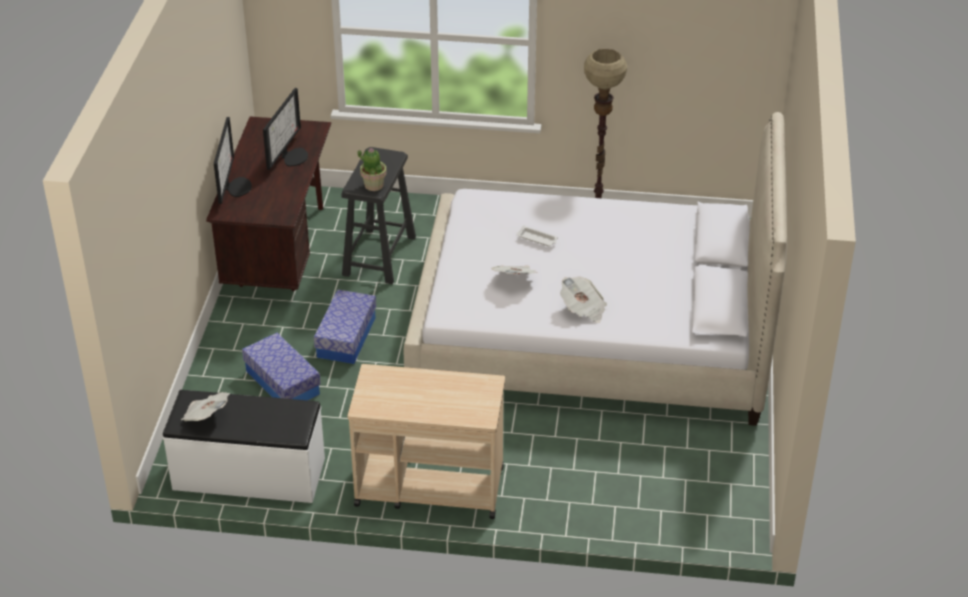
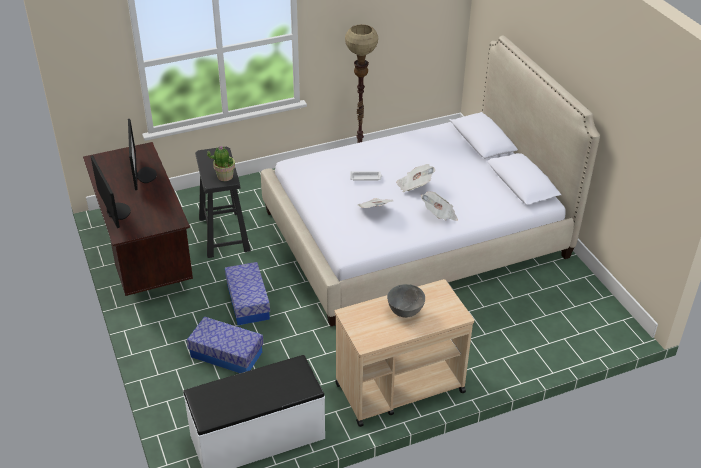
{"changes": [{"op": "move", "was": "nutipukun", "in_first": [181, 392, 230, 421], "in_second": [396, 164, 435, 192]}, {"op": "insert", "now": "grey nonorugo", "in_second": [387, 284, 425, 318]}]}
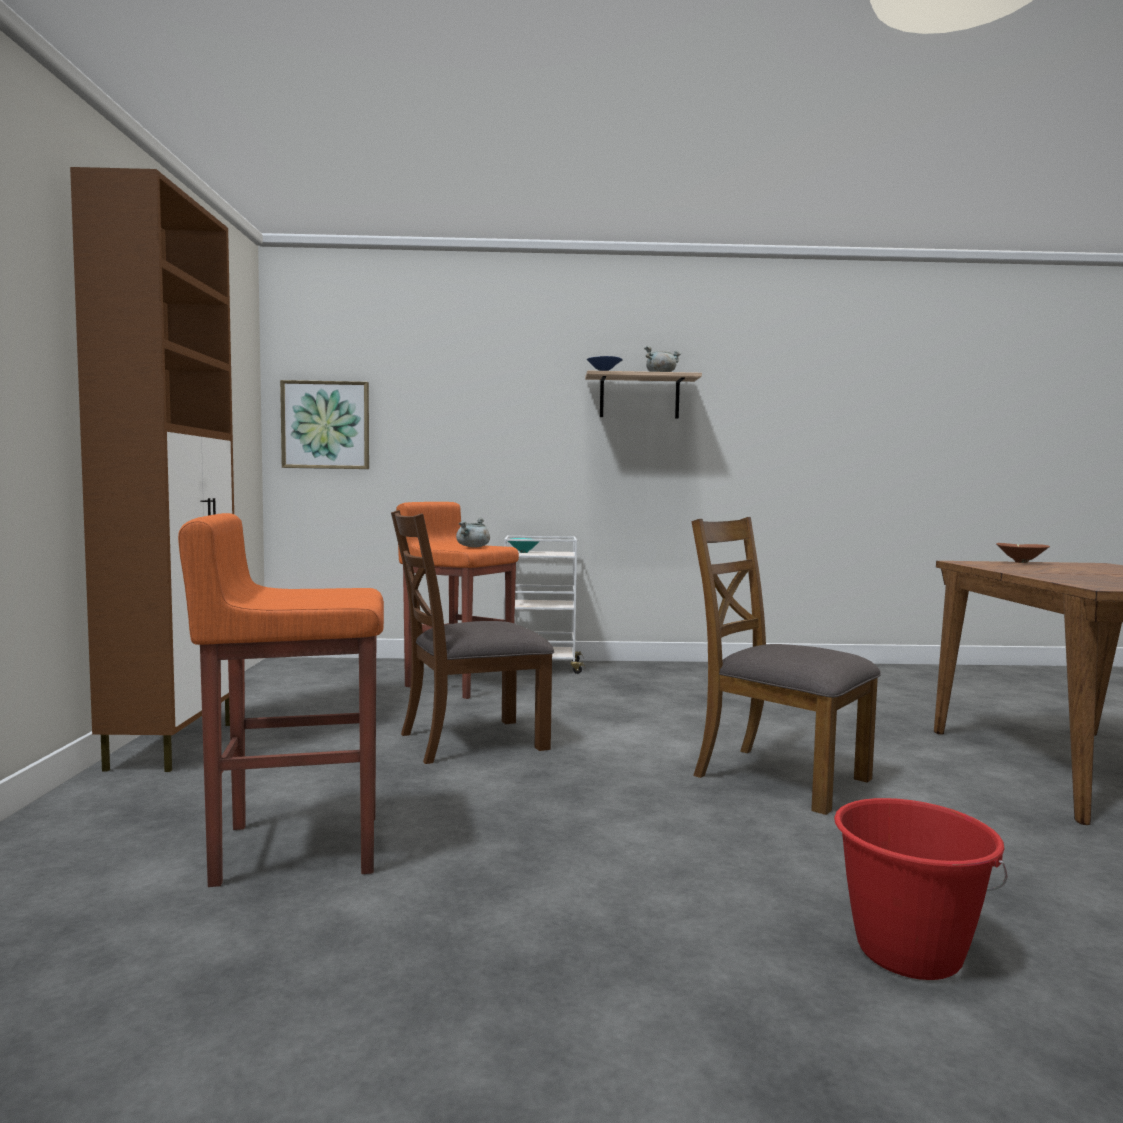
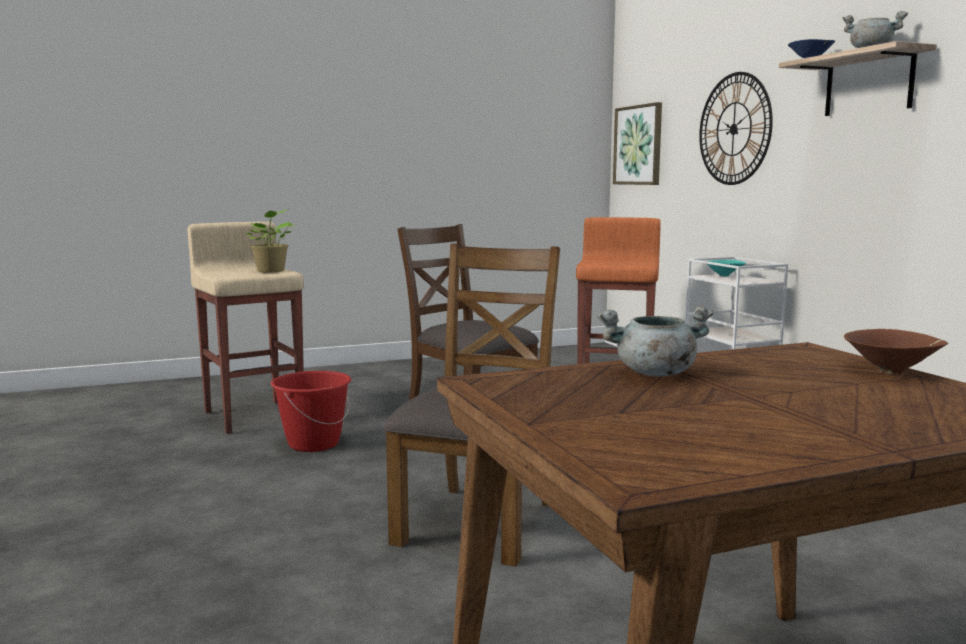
{"changes": [{"op": "delete", "was": "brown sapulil", "in_first": [70, 167, 234, 772]}, {"op": "recolor", "was": "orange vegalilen", "now": "beige vegalilen", "in_first": [178, 513, 384, 887], "in_second": [187, 222, 304, 434]}, {"op": "move", "was": "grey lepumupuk", "in_first": [456, 517, 490, 547], "in_second": [597, 306, 714, 377]}, {"op": "move", "was": "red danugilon", "in_first": [834, 798, 1008, 980], "in_second": [271, 371, 351, 452]}, {"op": "insert", "now": "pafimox", "in_second": [244, 209, 295, 272]}, {"op": "insert", "now": "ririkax", "in_second": [699, 72, 773, 185]}]}
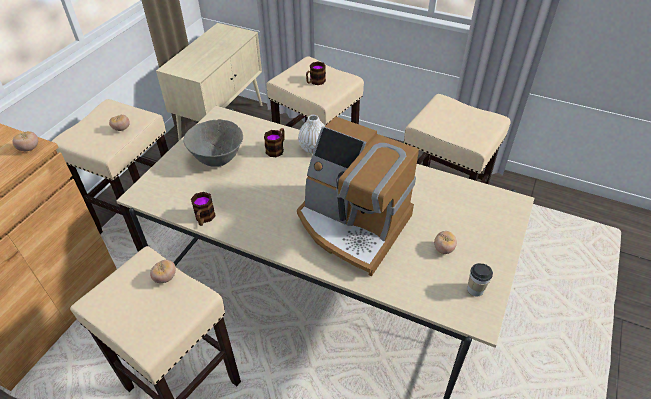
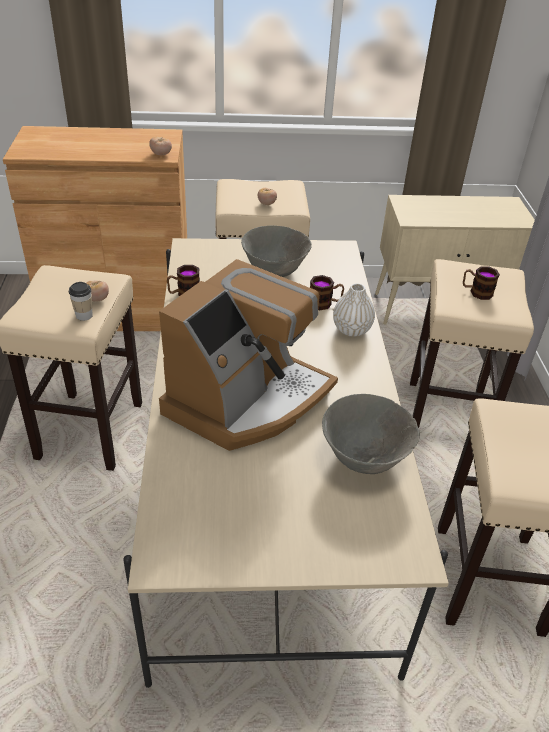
{"changes": [{"op": "rotate", "was": "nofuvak", "in_first": [297, 116, 419, 276], "in_second": [159, 259, 338, 451], "clockwise": -150}, {"op": "delete", "was": "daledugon", "in_first": [434, 231, 457, 254]}, {"op": "move", "was": "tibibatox", "in_first": [467, 263, 493, 296], "in_second": [69, 282, 93, 321]}, {"op": "insert", "now": "grey nonorugo", "in_second": [322, 394, 420, 474]}]}
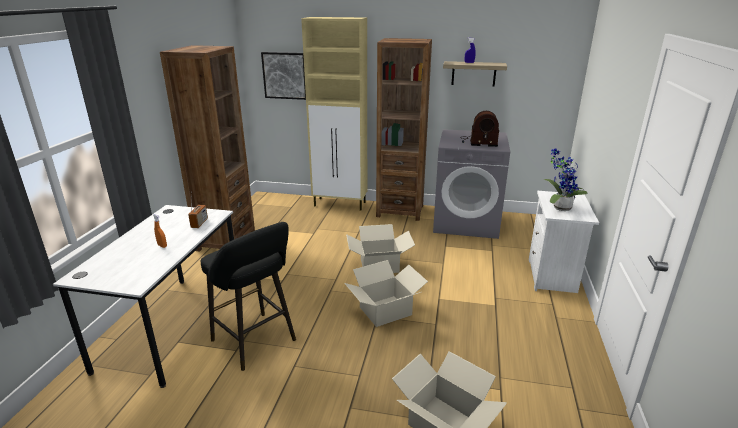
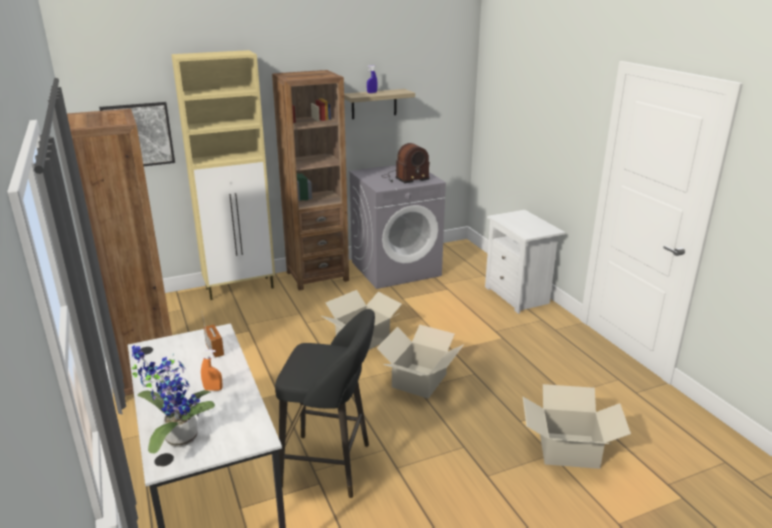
{"changes": [{"op": "move", "was": "pafimox", "in_first": [544, 149, 588, 211], "in_second": [132, 345, 215, 454]}]}
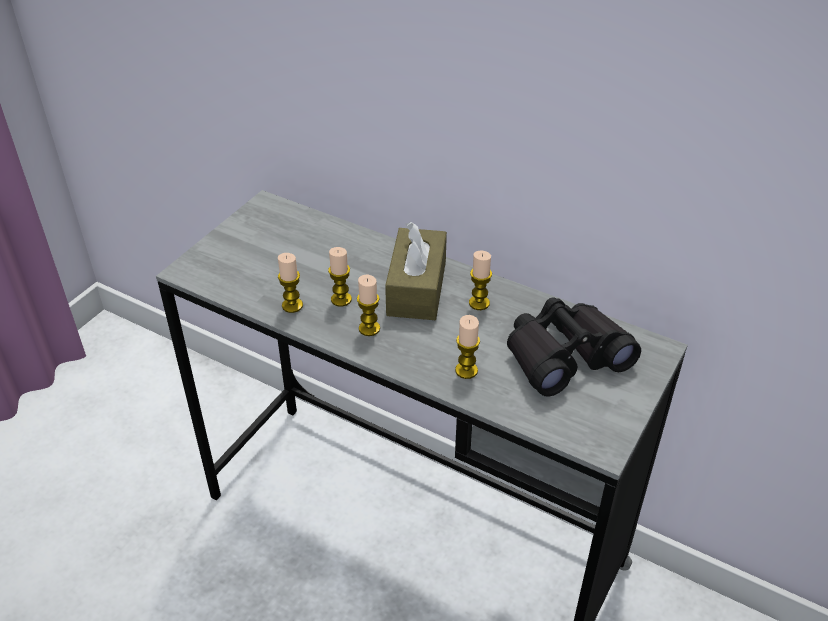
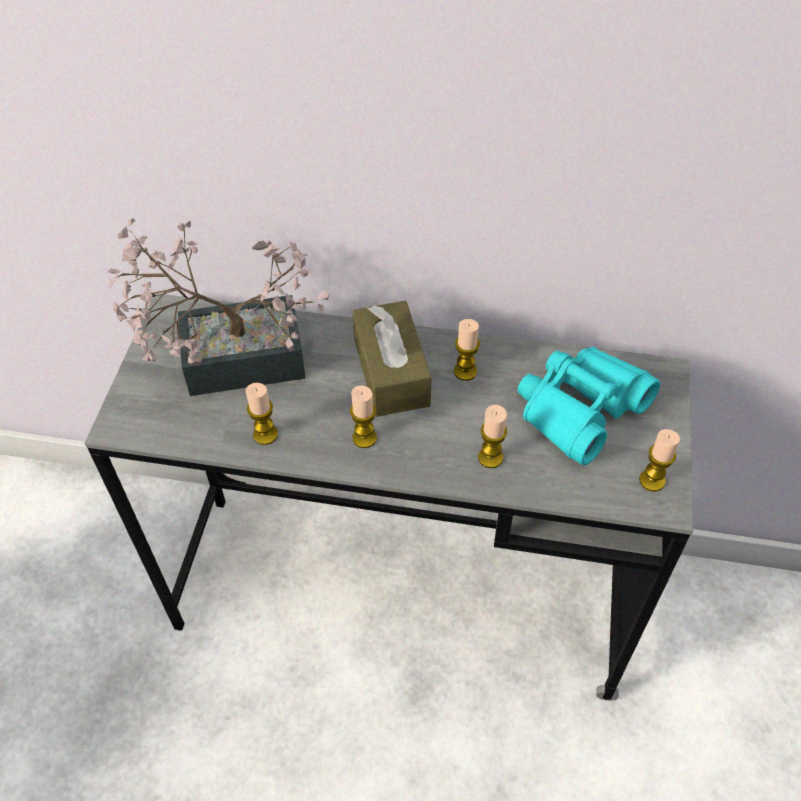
{"changes": [{"op": "move", "was": "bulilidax", "in_first": [328, 247, 352, 307], "in_second": [639, 429, 680, 492]}, {"op": "recolor", "was": "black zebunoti", "now": "turquoise zebunoti", "in_first": [507, 297, 641, 397], "in_second": [518, 347, 660, 465]}, {"op": "insert", "now": "pafimox", "in_second": [107, 218, 330, 396]}]}
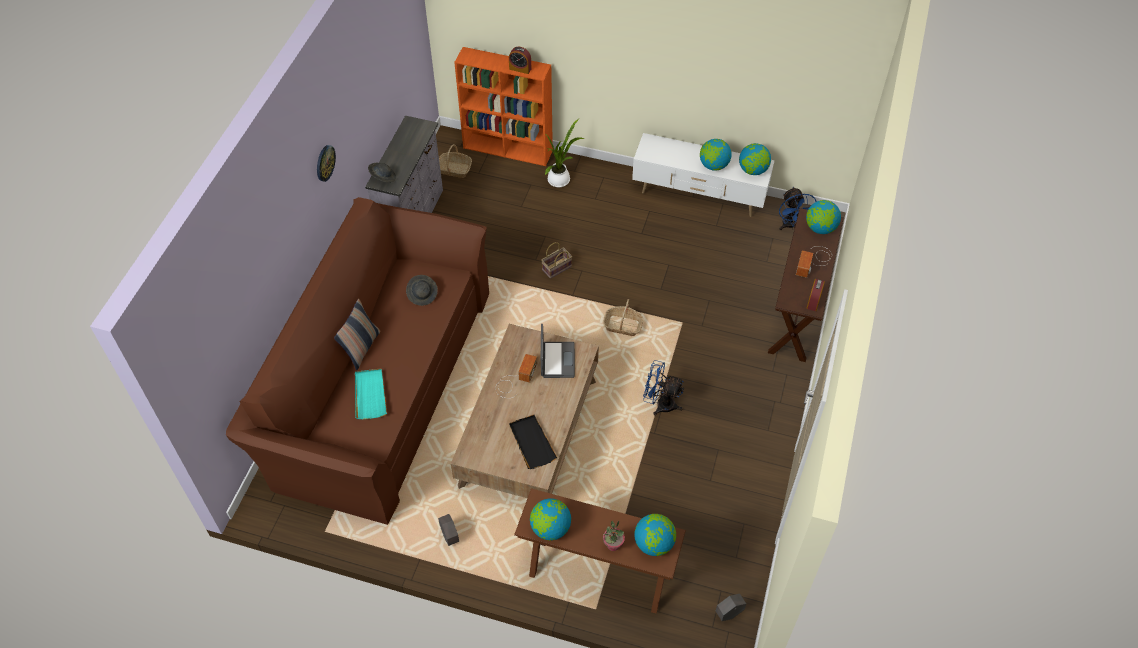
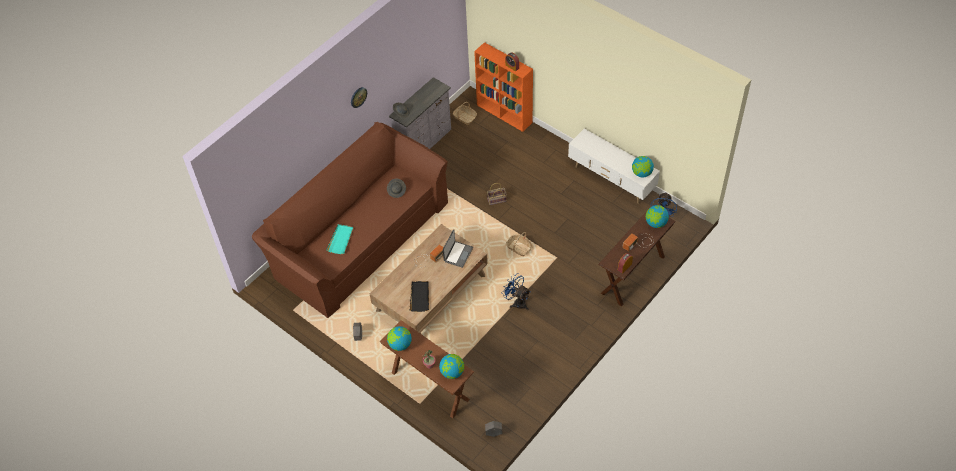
{"changes": [{"op": "delete", "was": "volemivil", "in_first": [334, 299, 381, 370]}, {"op": "delete", "was": "pafimox", "in_first": [544, 119, 585, 187]}, {"op": "delete", "was": "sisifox", "in_first": [700, 139, 731, 171]}]}
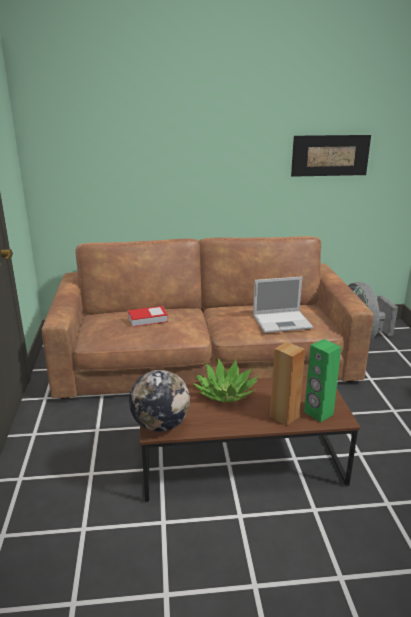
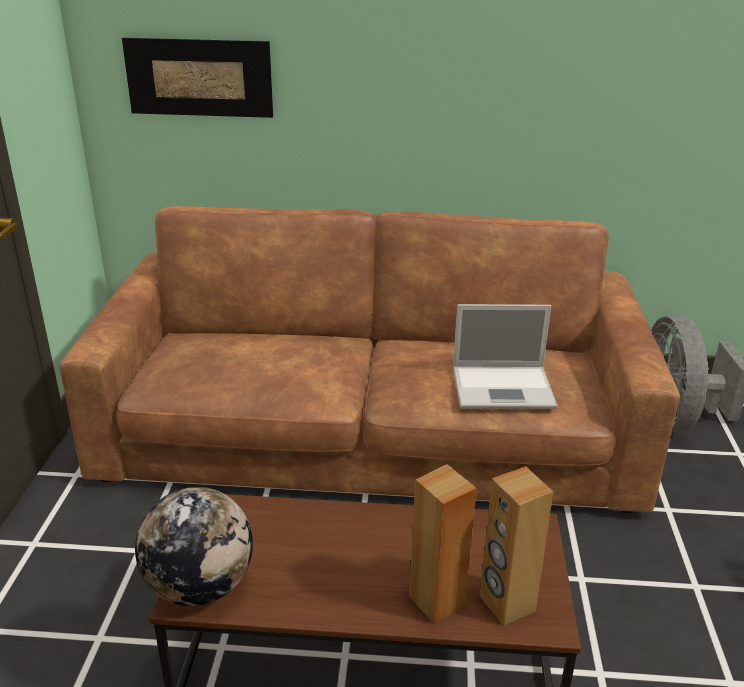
{"changes": [{"op": "delete", "was": "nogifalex", "in_first": [128, 306, 168, 327]}, {"op": "delete", "was": "pafimox", "in_first": [193, 358, 259, 403]}, {"op": "move", "was": "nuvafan", "in_first": [291, 135, 371, 177], "in_second": [122, 38, 273, 118]}, {"op": "recolor", "was": "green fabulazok", "now": "brown fabulazok", "in_first": [304, 339, 341, 422], "in_second": [480, 466, 553, 625]}]}
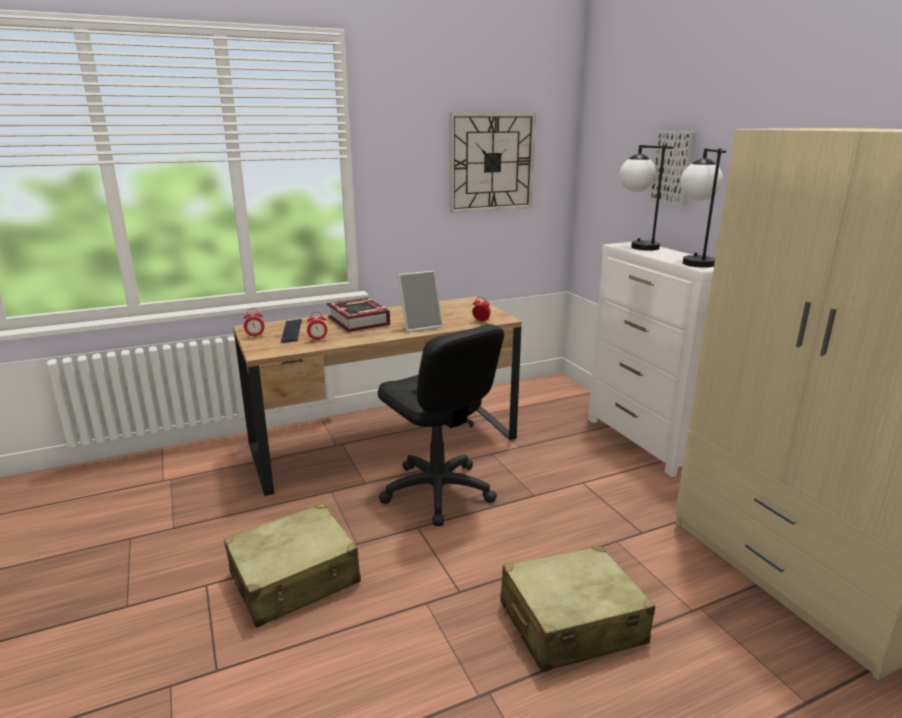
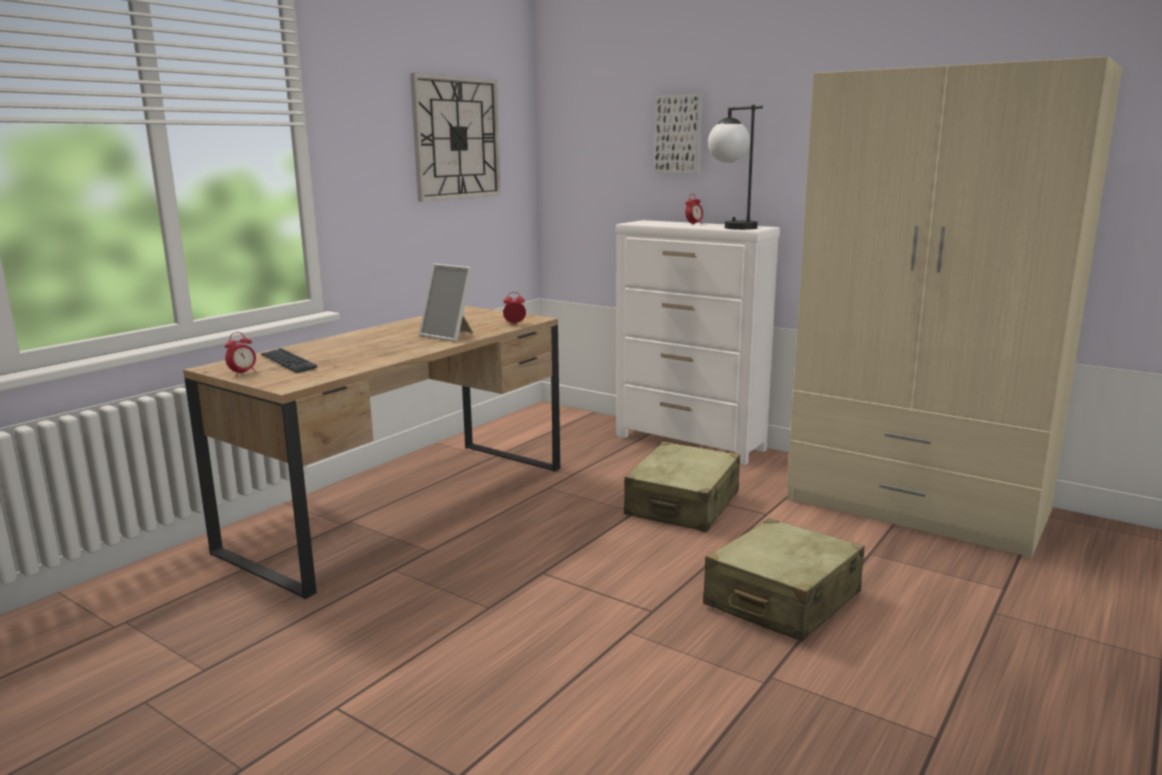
{"changes": [{"op": "move", "was": "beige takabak", "in_first": [224, 503, 361, 628], "in_second": [624, 442, 740, 532]}, {"op": "move", "was": "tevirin", "in_first": [307, 312, 327, 342], "in_second": [685, 194, 703, 225]}, {"op": "delete", "was": "nogifalex", "in_first": [327, 297, 390, 332]}, {"op": "delete", "was": "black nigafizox", "in_first": [378, 324, 504, 526]}, {"op": "rotate", "was": "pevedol", "in_first": [398, 271, 443, 332], "in_second": [419, 264, 473, 342], "clockwise": 90}, {"op": "delete", "was": "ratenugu", "in_first": [619, 145, 674, 251]}]}
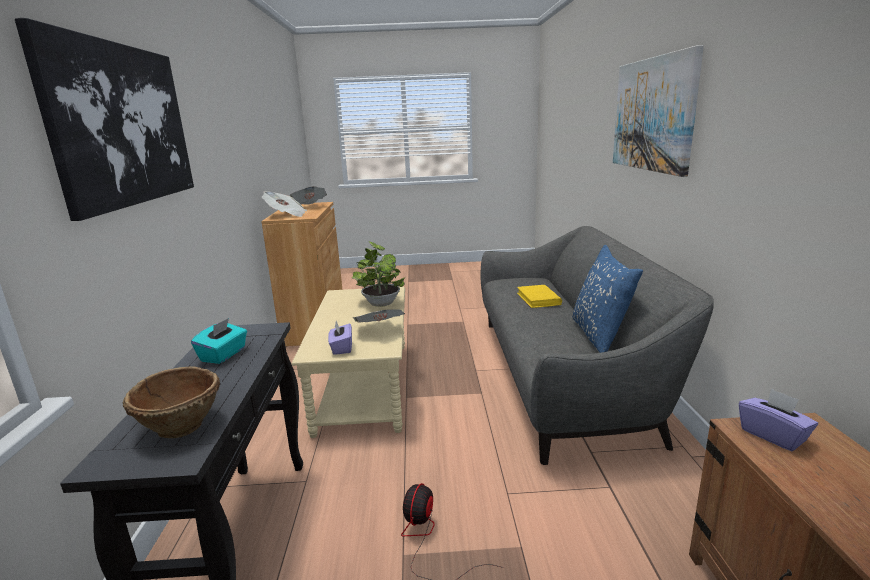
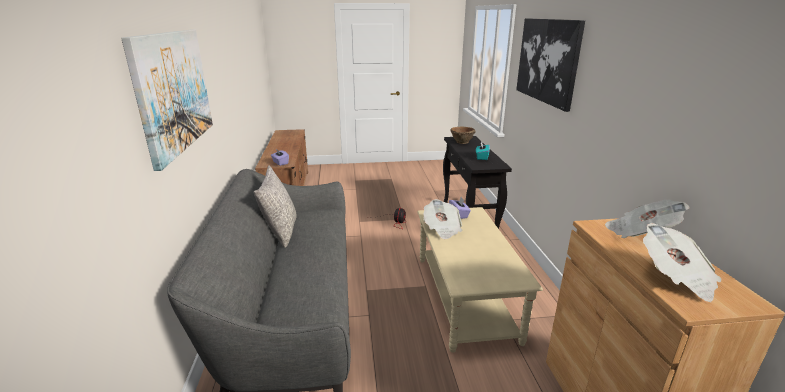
{"changes": [{"op": "delete", "was": "pafimox", "in_first": [351, 242, 406, 307]}, {"op": "delete", "was": "yellow nogifalex", "in_first": [517, 285, 562, 308]}, {"op": "recolor", "was": "blue volemivil", "now": "grey volemivil", "in_first": [572, 245, 643, 353], "in_second": [253, 165, 296, 248]}]}
